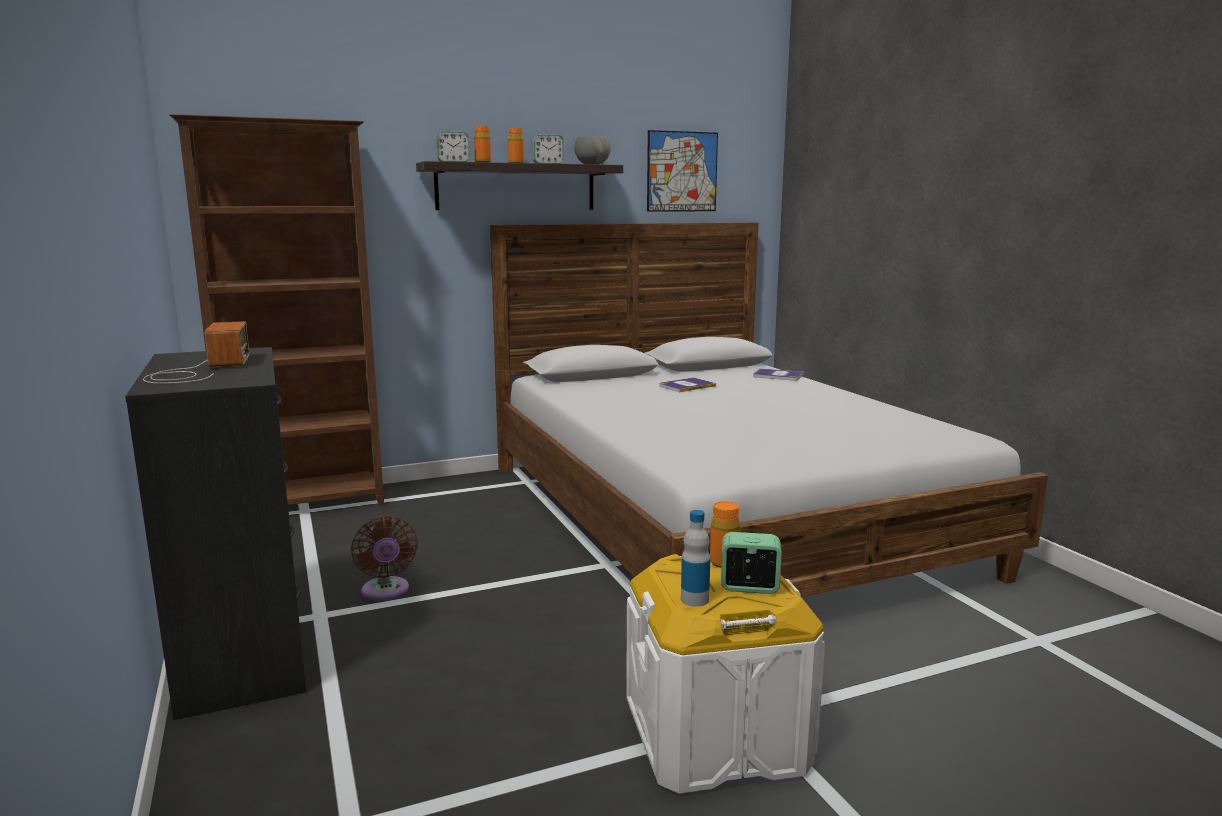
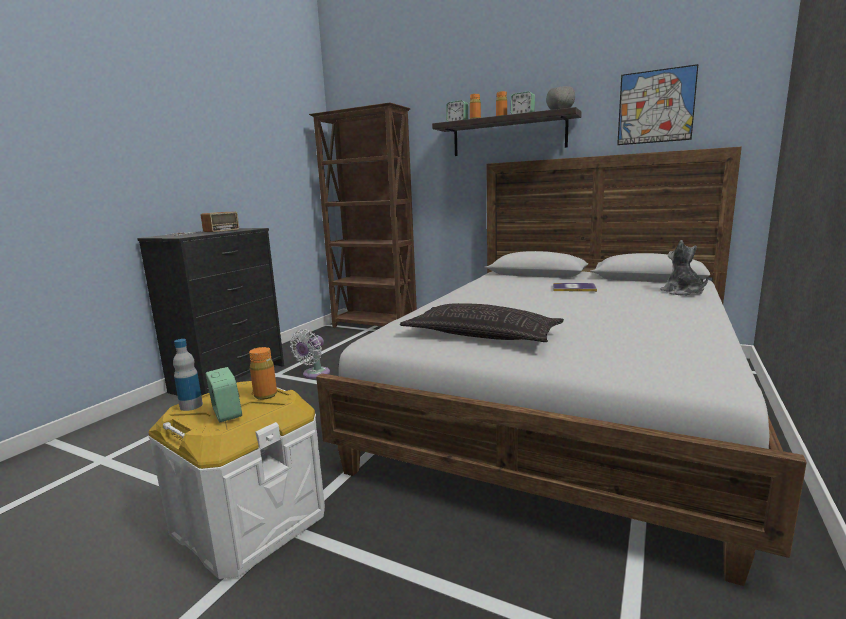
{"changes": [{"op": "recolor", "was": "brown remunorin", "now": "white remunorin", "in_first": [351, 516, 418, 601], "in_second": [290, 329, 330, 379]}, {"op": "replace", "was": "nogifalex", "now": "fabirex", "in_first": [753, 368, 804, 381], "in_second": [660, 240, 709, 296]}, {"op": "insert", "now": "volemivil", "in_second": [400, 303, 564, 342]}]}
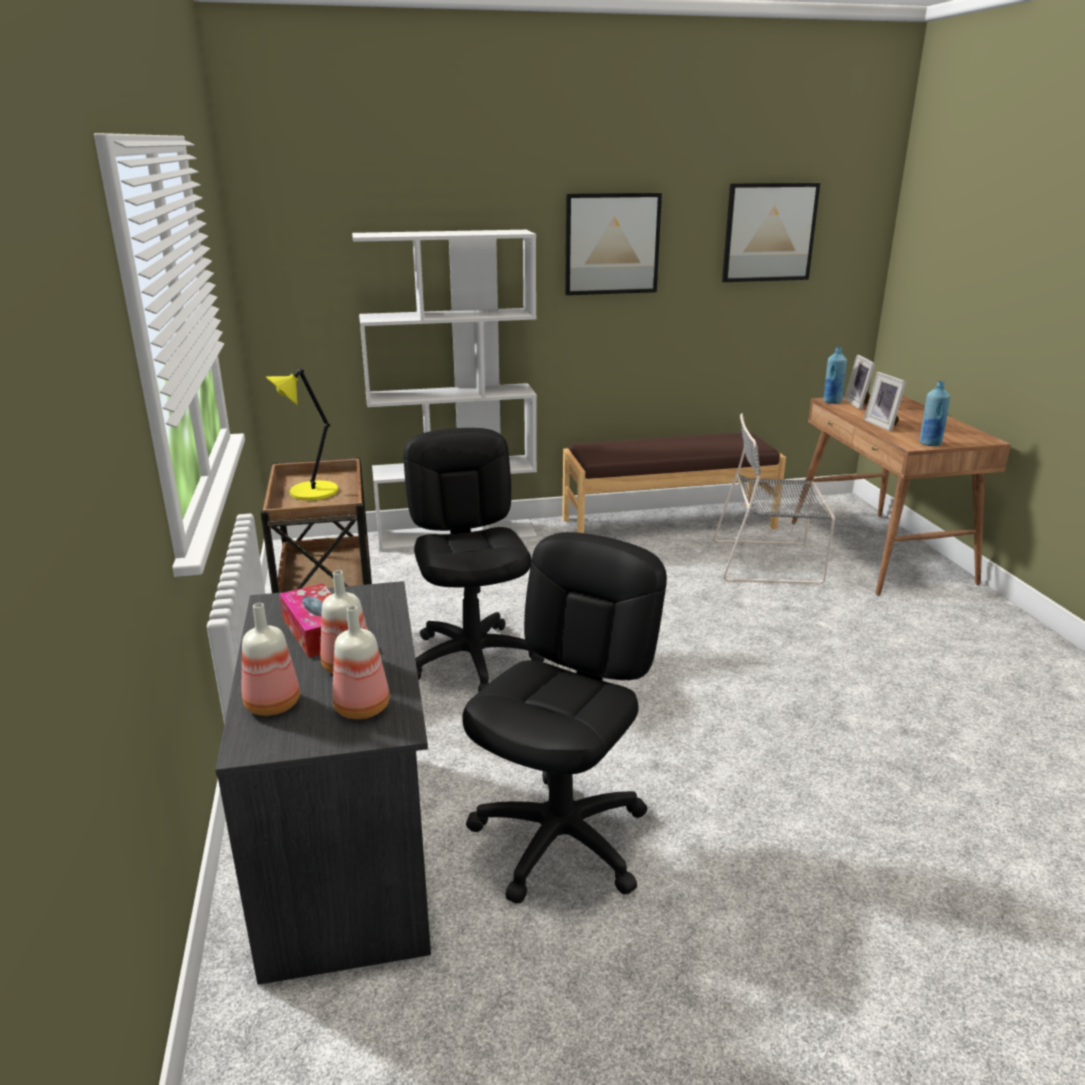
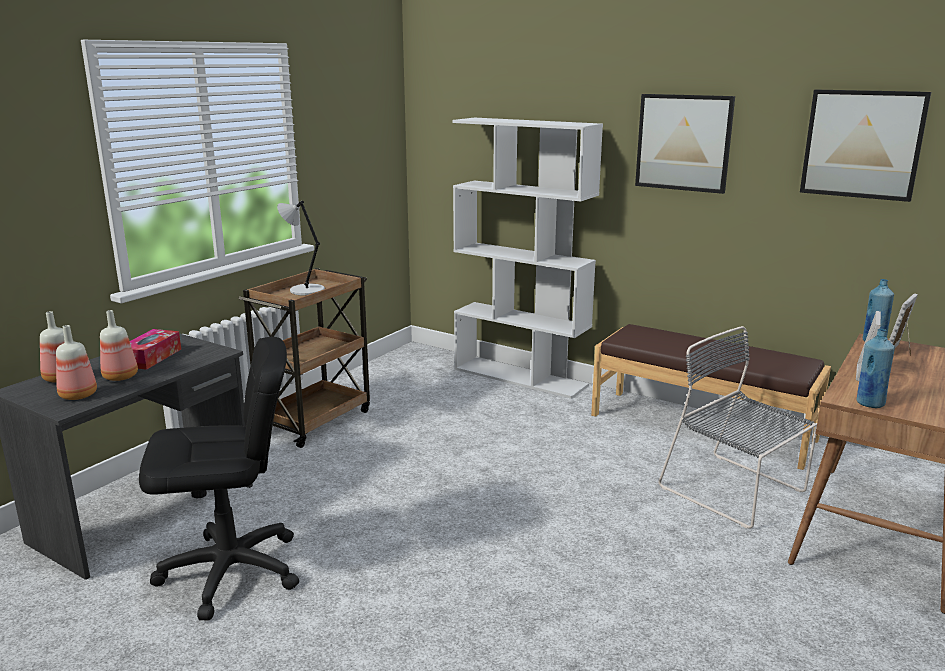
{"changes": [{"op": "recolor", "was": "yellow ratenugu", "now": "grey ratenugu", "in_first": [266, 368, 338, 501], "in_second": [277, 201, 325, 295]}, {"op": "delete", "was": "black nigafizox", "in_first": [403, 428, 545, 692]}]}
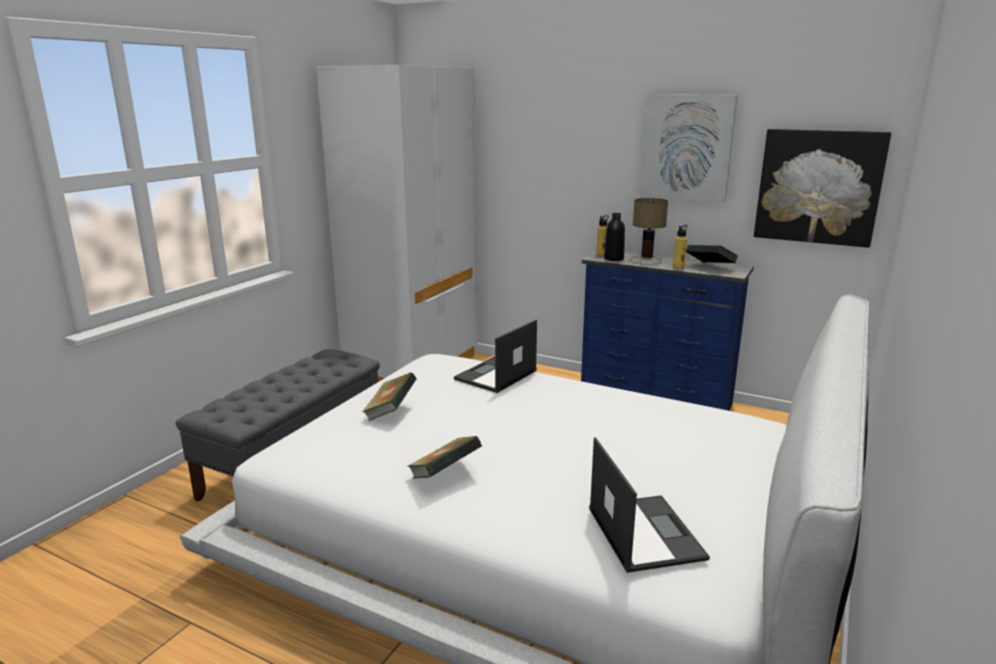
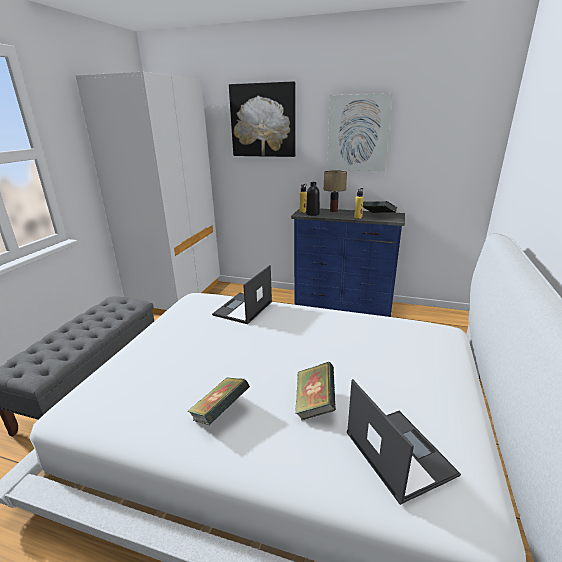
{"changes": [{"op": "move", "was": "nogifalex", "in_first": [362, 372, 417, 421], "in_second": [295, 362, 336, 420]}, {"op": "move", "was": "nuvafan", "in_first": [754, 129, 891, 248], "in_second": [229, 81, 296, 157]}]}
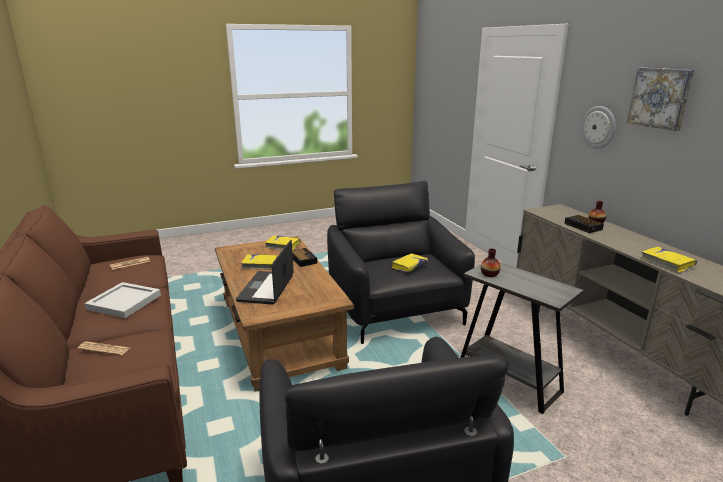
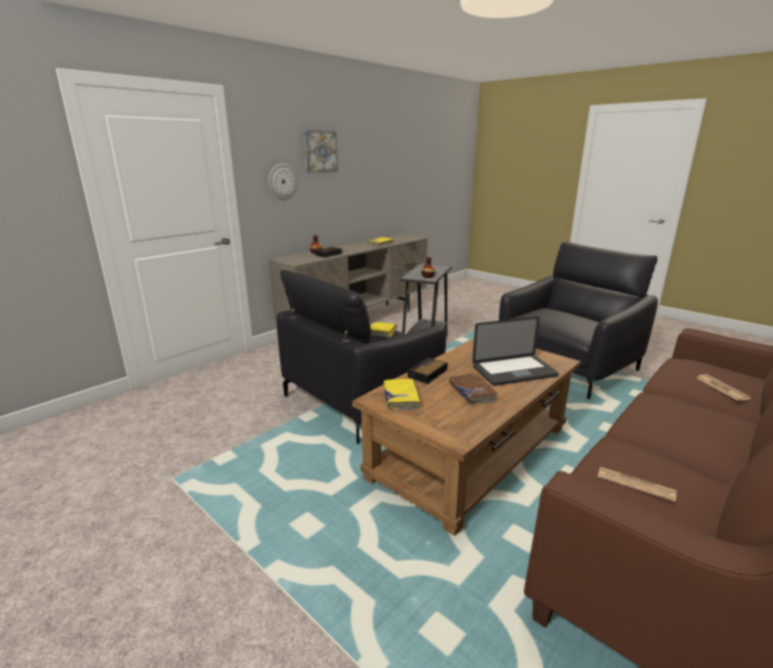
{"changes": [{"op": "delete", "was": "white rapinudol", "in_first": [84, 282, 161, 318]}, {"op": "recolor", "was": "yellow nogifalex", "now": "brown nogifalex", "in_first": [241, 254, 278, 270], "in_second": [449, 373, 498, 404]}]}
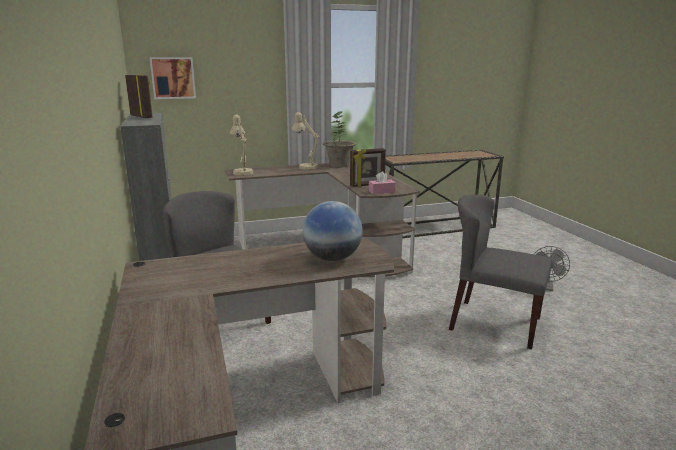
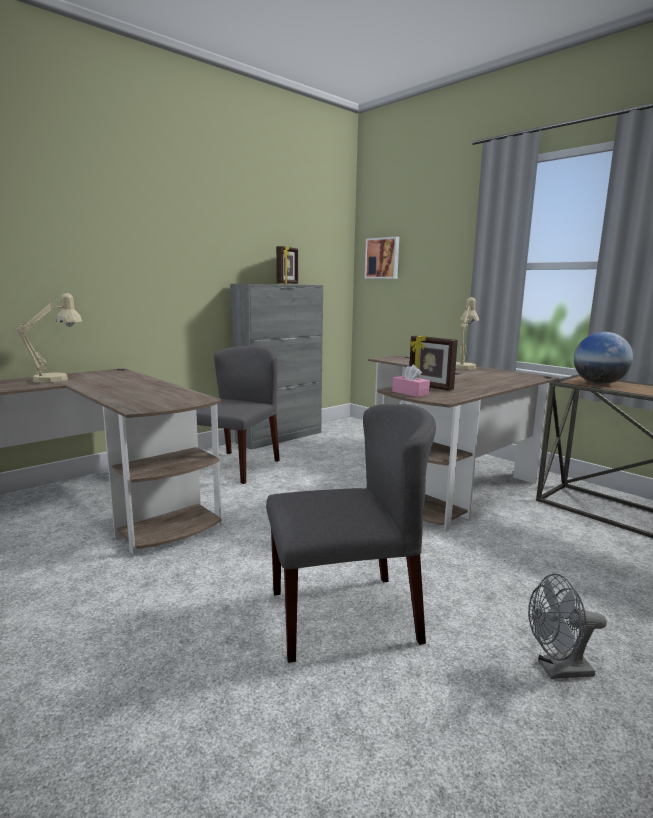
{"changes": [{"op": "move", "was": "beige ratenugu", "in_first": [230, 115, 254, 176], "in_second": [16, 293, 82, 383]}, {"op": "move", "was": "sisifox", "in_first": [302, 201, 363, 261], "in_second": [574, 332, 633, 384]}, {"op": "delete", "was": "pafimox", "in_first": [323, 111, 357, 168]}, {"op": "rotate", "was": "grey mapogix", "in_first": [449, 194, 552, 349], "in_second": [266, 404, 436, 663], "clockwise": 75}]}
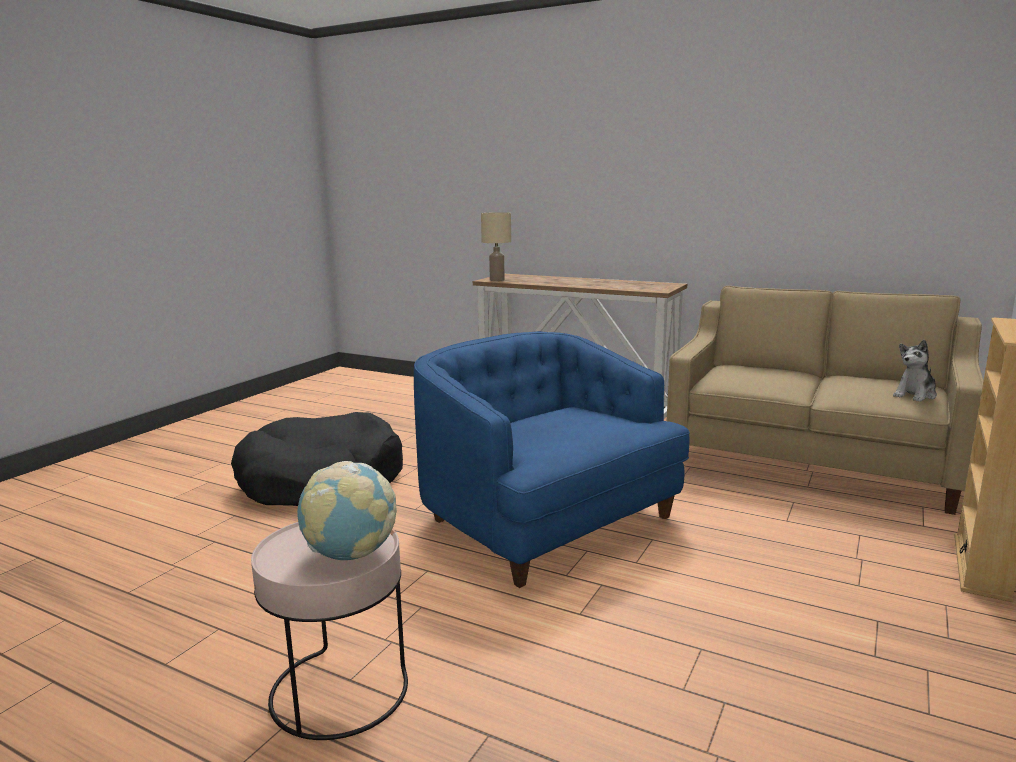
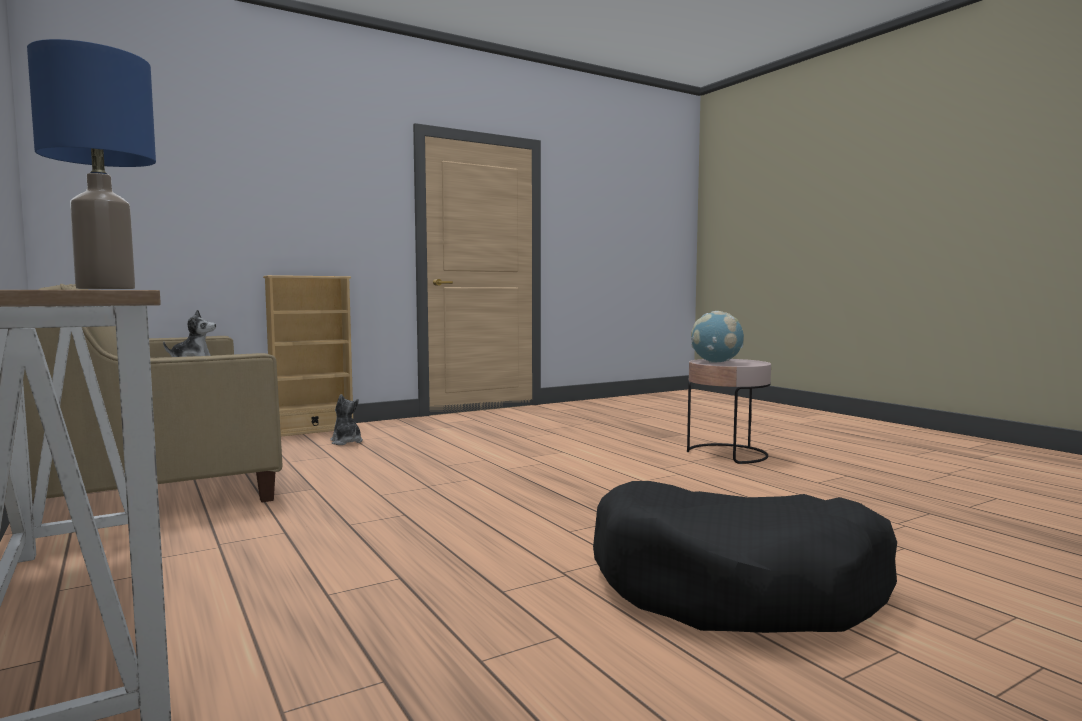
{"changes": [{"op": "delete", "was": "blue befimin", "in_first": [414, 331, 690, 588]}, {"op": "recolor", "was": "beige ratenugu", "now": "blue ratenugu", "in_first": [481, 212, 511, 281], "in_second": [27, 39, 156, 289]}, {"op": "insert", "now": "fabirex", "in_second": [330, 394, 363, 445]}]}
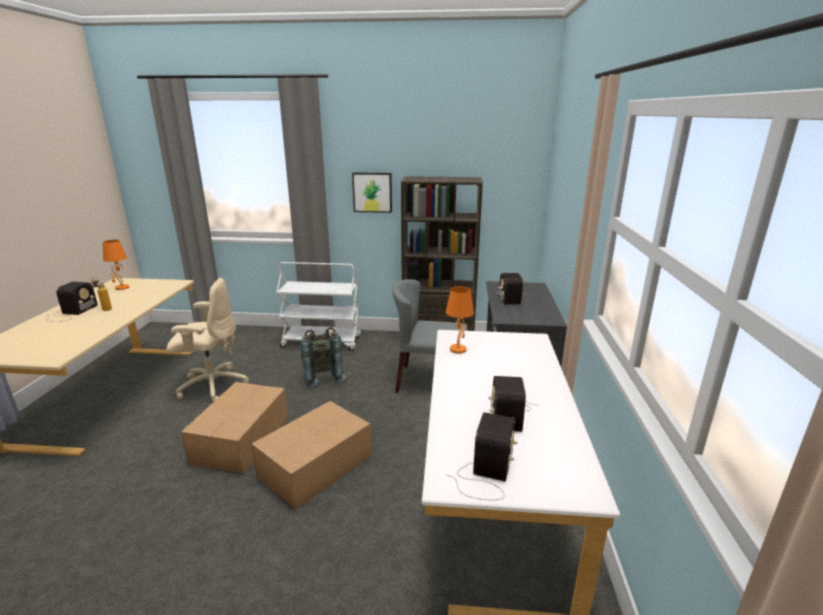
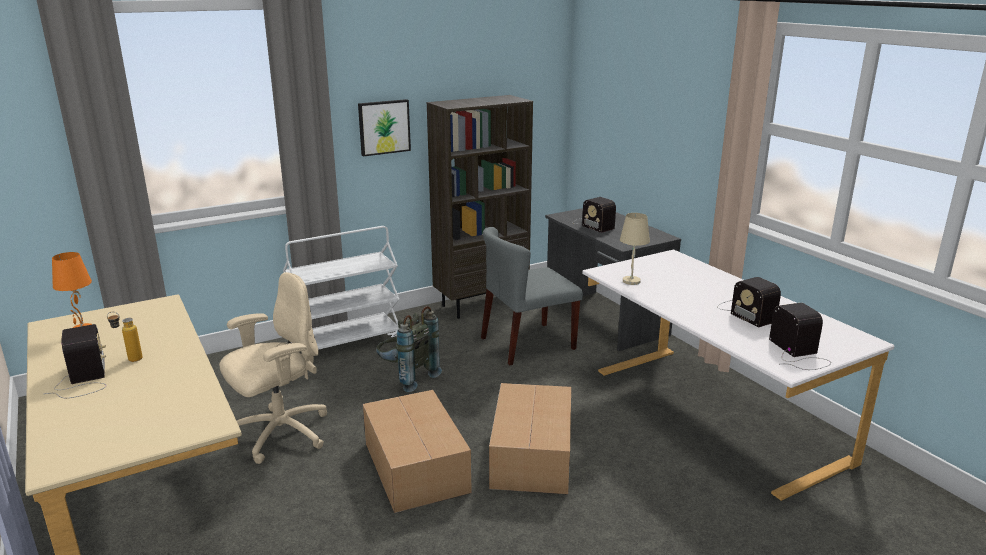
{"changes": [{"op": "recolor", "was": "orange ratenugu", "now": "beige ratenugu", "in_first": [446, 286, 474, 354], "in_second": [620, 213, 650, 285]}]}
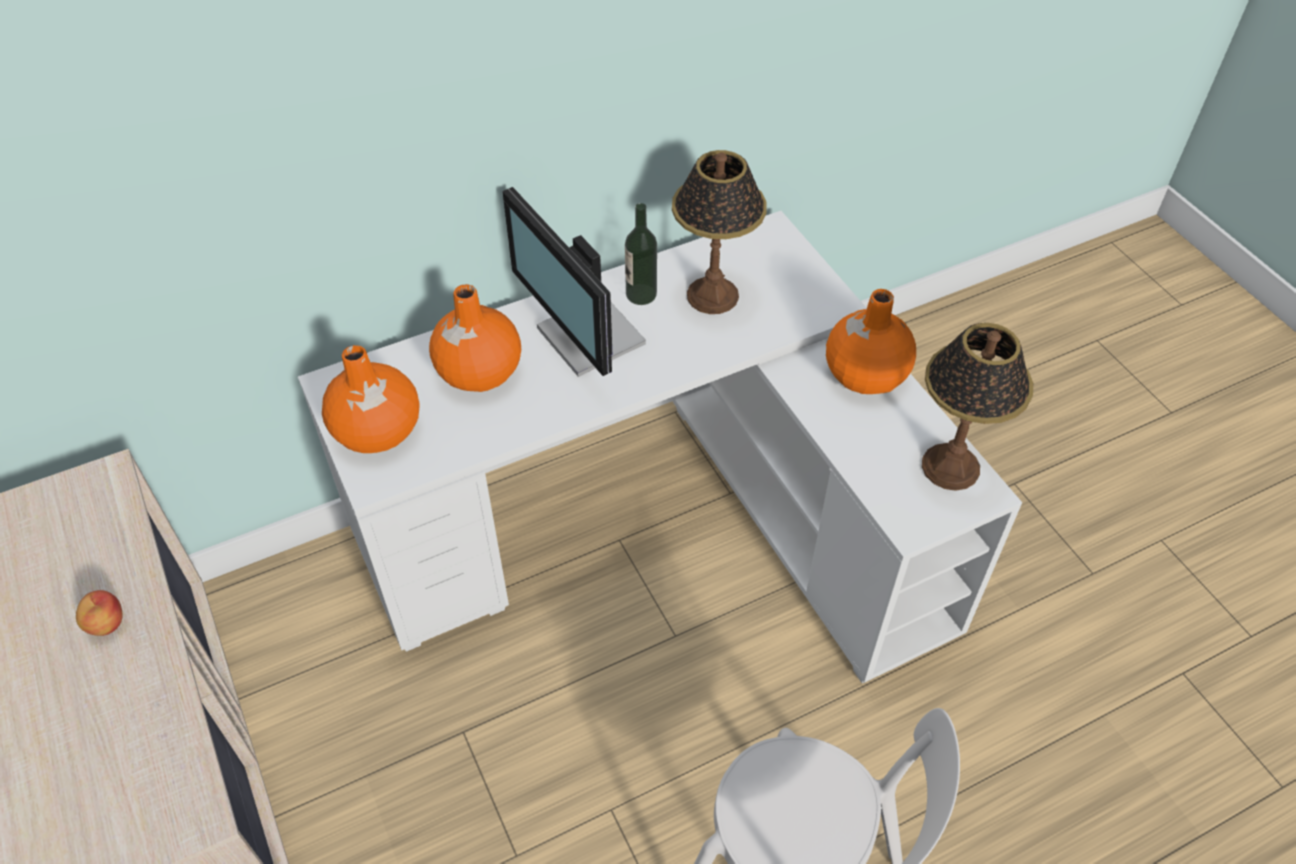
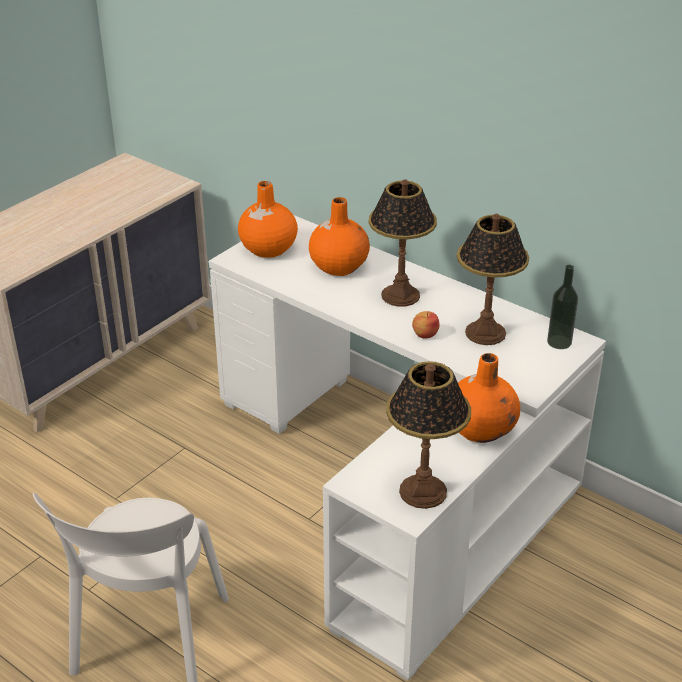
{"changes": [{"op": "move", "was": "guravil", "in_first": [76, 590, 123, 636], "in_second": [412, 311, 439, 339]}, {"op": "replace", "was": "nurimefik", "now": "ratenugu", "in_first": [502, 187, 646, 377], "in_second": [369, 179, 437, 307]}, {"op": "move", "was": "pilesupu", "in_first": [625, 203, 657, 305], "in_second": [547, 265, 578, 349]}]}
